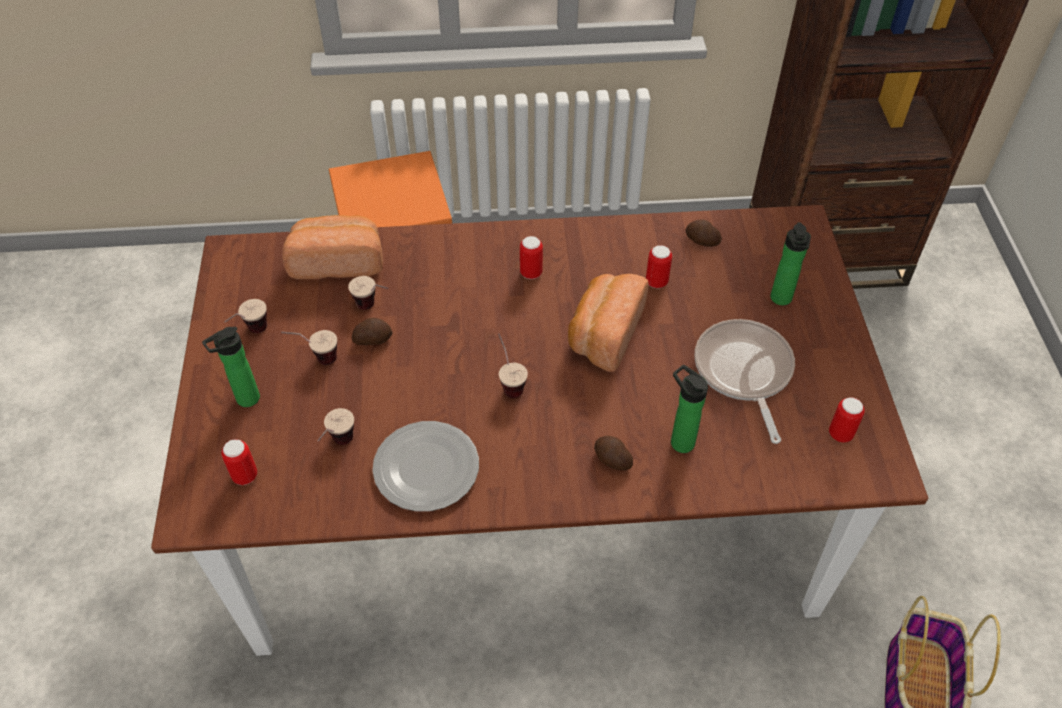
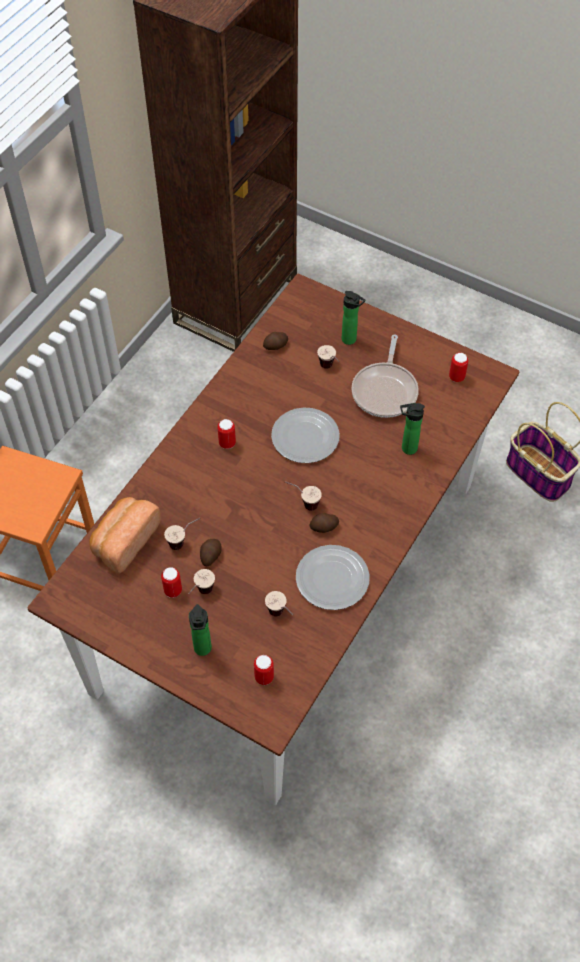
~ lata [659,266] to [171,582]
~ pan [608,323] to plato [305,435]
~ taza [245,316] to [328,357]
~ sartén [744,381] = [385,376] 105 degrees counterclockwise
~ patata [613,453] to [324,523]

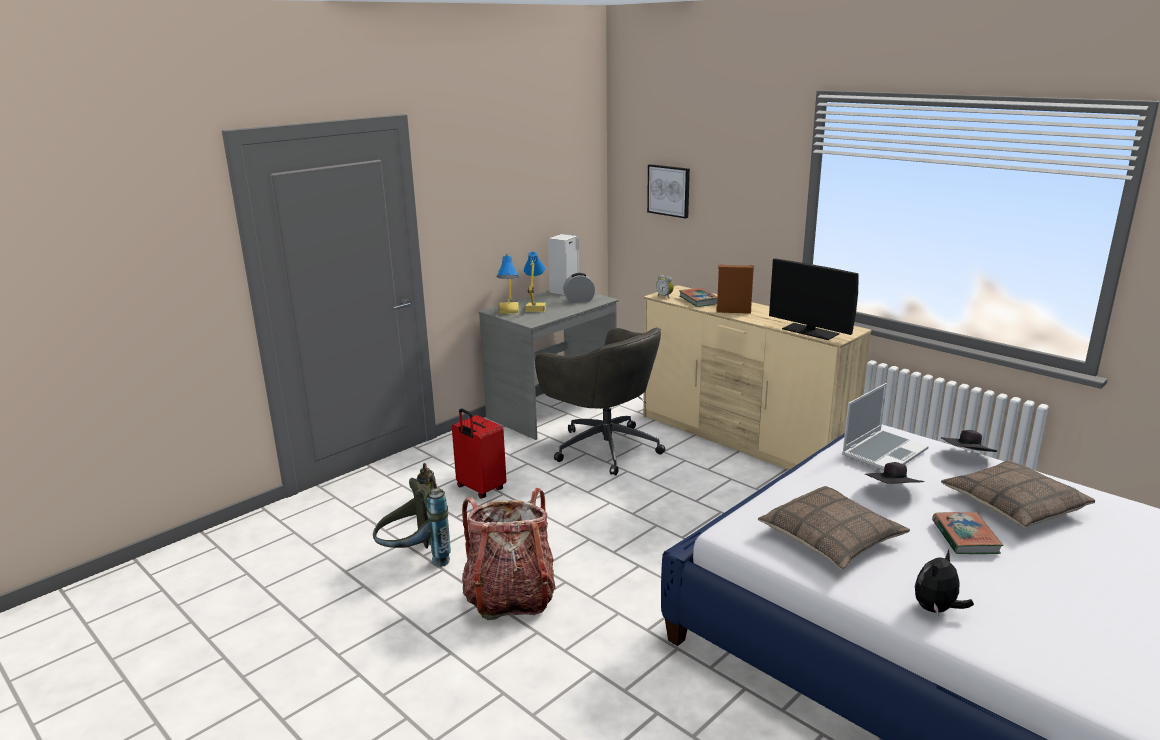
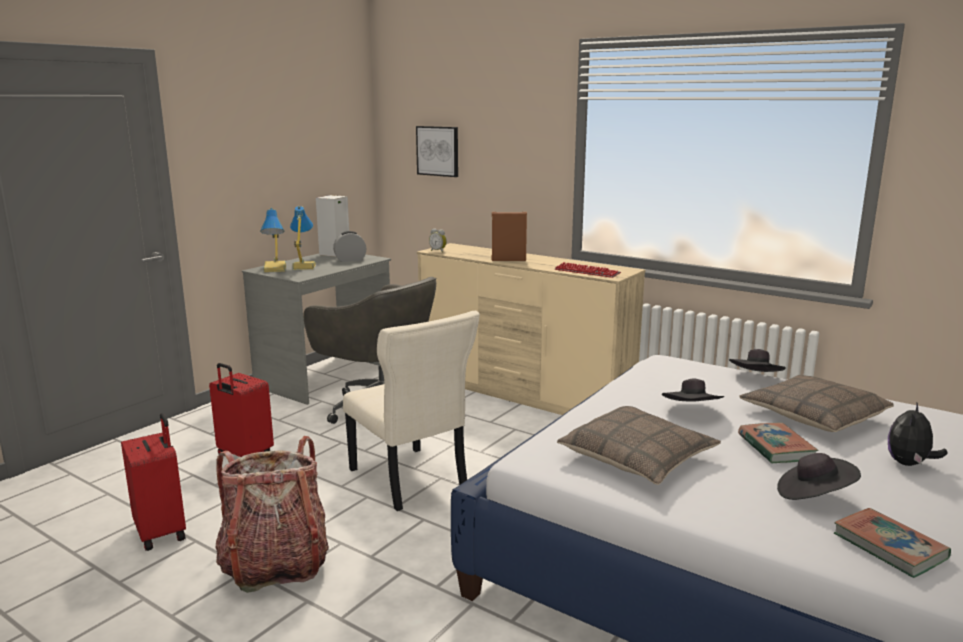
~ monitor [814,299] to teclado [588,270]
~ libro [698,297] to [892,543]
- portátil [885,426]
~ mochila (gris) [412,515] to maleta (rojo) [153,482]
~ peluche [944,581] to [917,434]
+ silla (beis) [411,411]
+ sombrero (negro) [819,476]

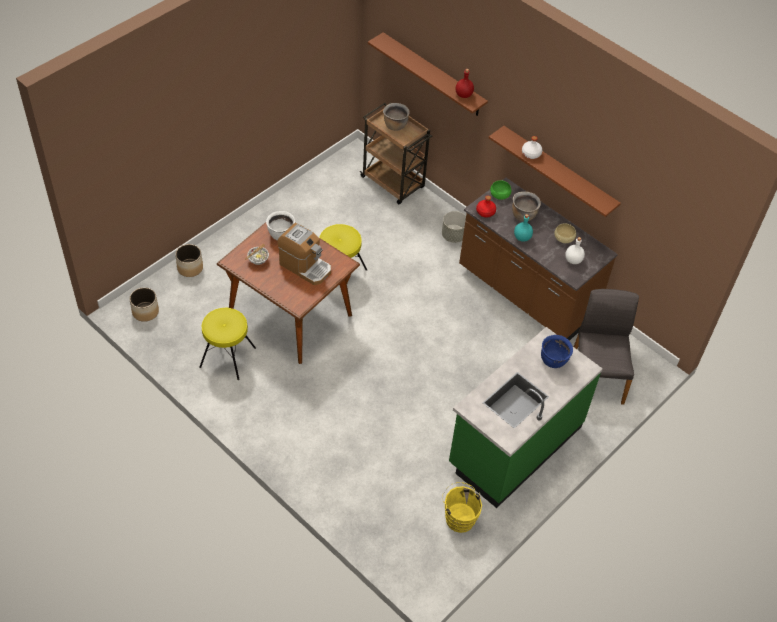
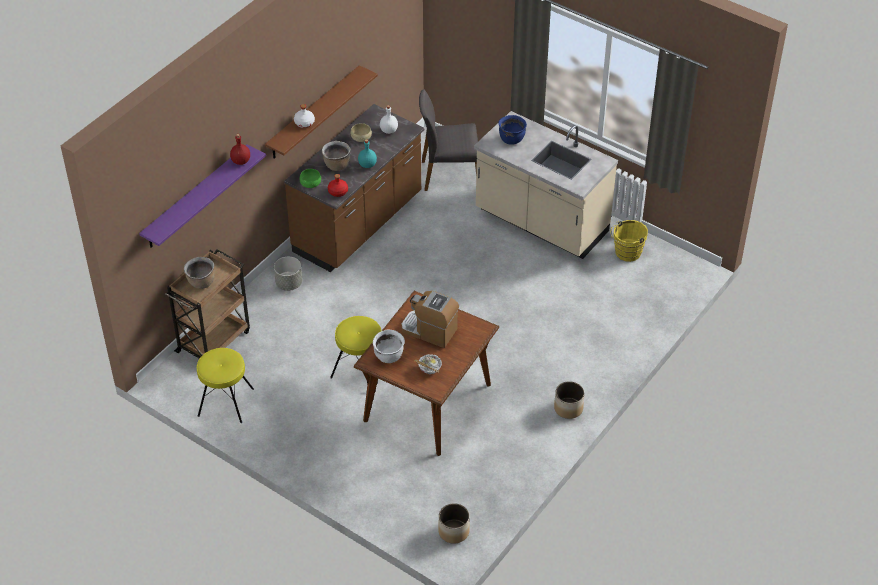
~ estante (marrón) [428,74] to estante (morado) [202,196]
~ cafetera [304,254] = [430,319] 90 degrees counterclockwise
~ maceta [189,260] to [569,400]
~ taburete (amarillo) [227,344] to [225,385]
~ mueble bajo de cocina (verde) [526,417] to mueble bajo de cocina (beis) [546,185]

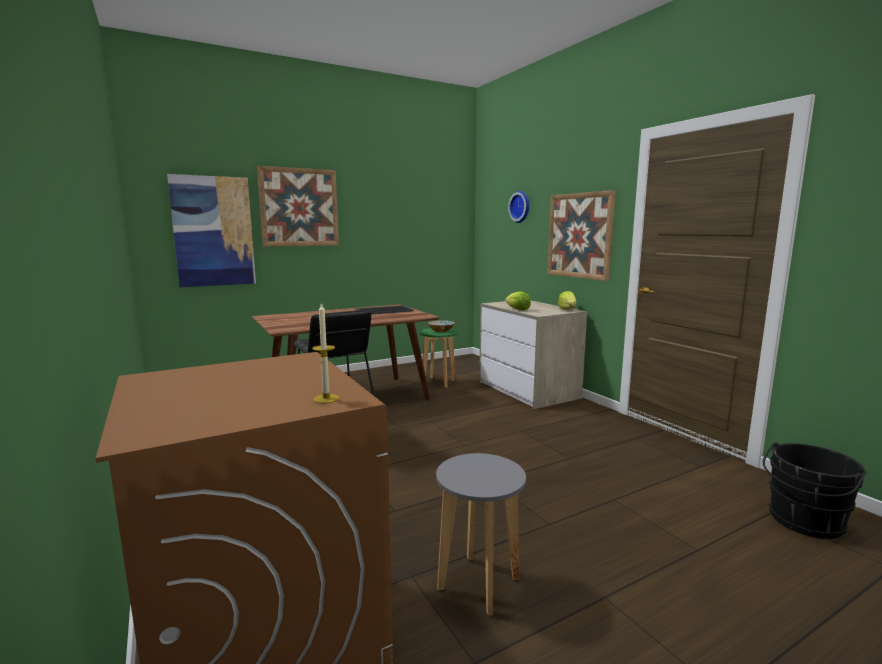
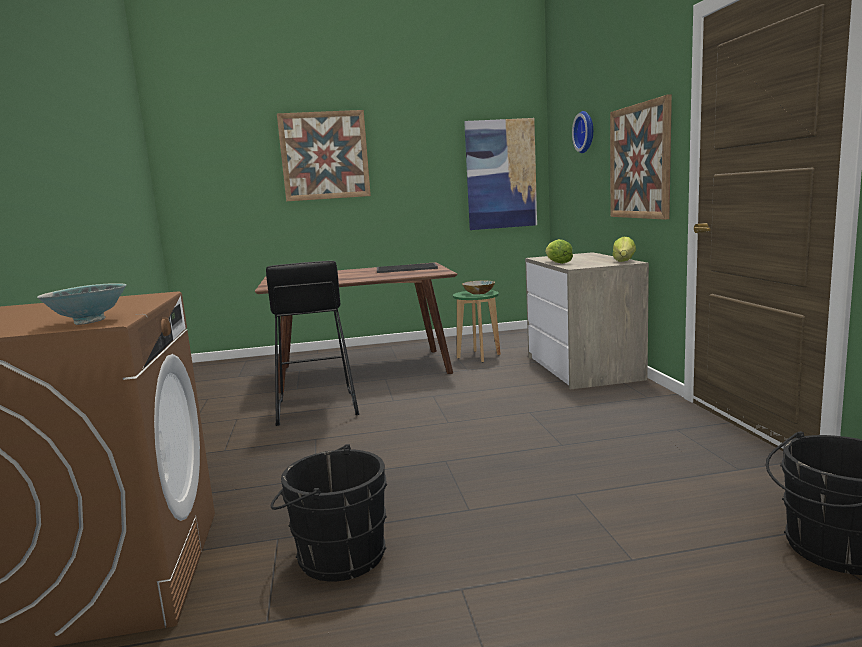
~ cuadro [211,230] to [500,174]
~ vela [325,352] to cuenco [81,304]
~ taburete (gris) [481,534] to cubo (negro) [328,513]

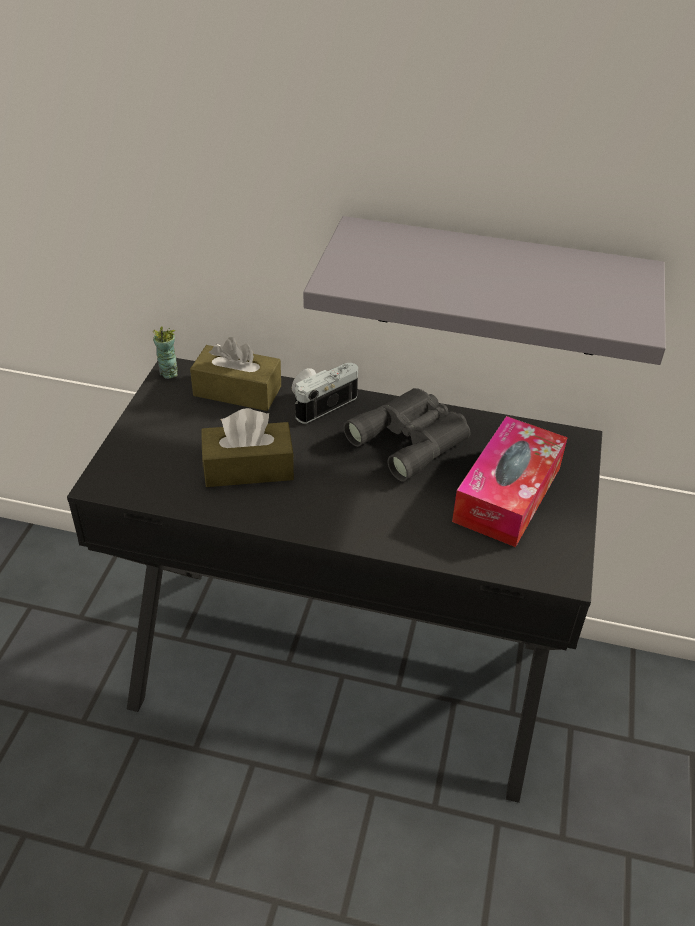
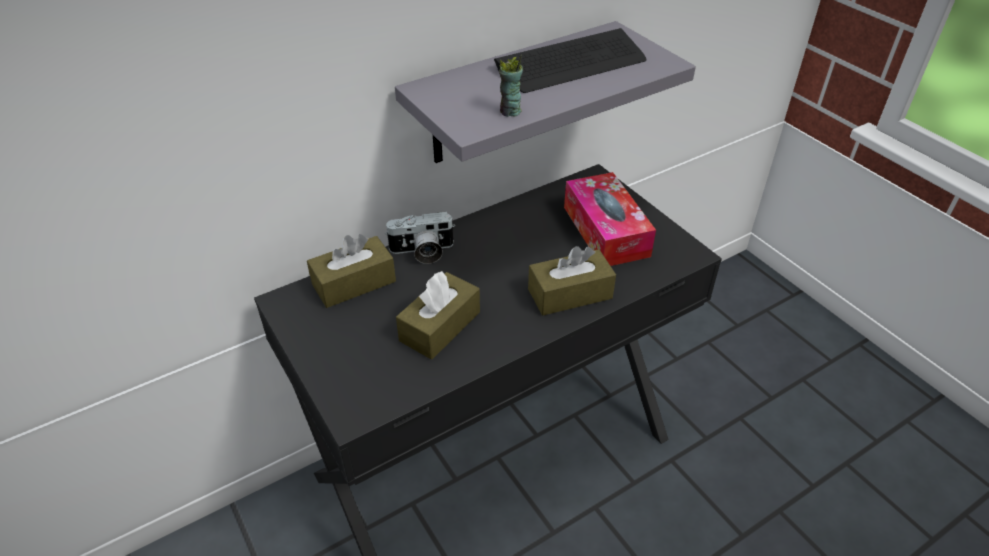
~ taza [165,352] to [511,86]
~ cámara [325,393] = [420,238] 105 degrees counterclockwise
- prismáticos (gris) [406,434]
+ teclado [570,60]
+ caja de pañuelos (marrón) [572,280]

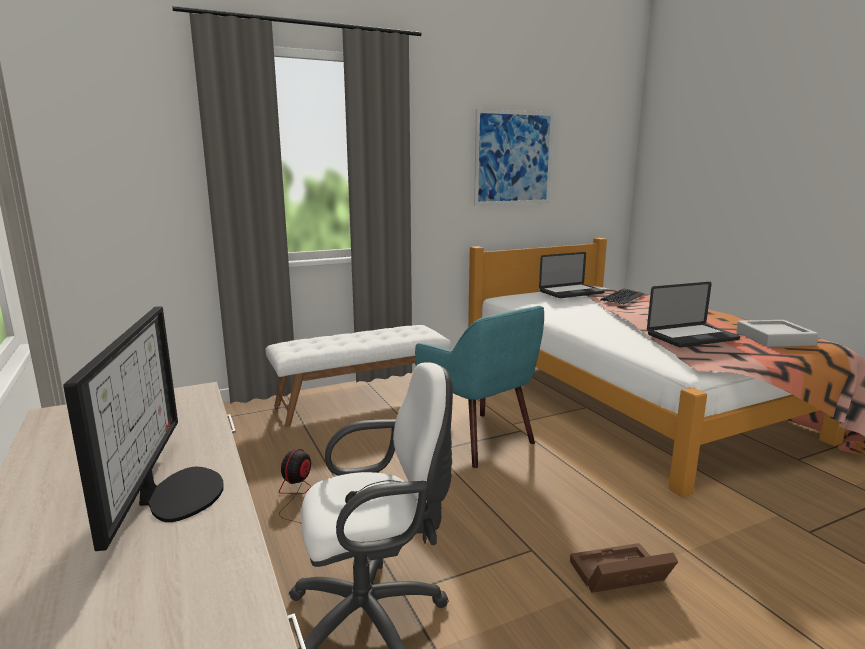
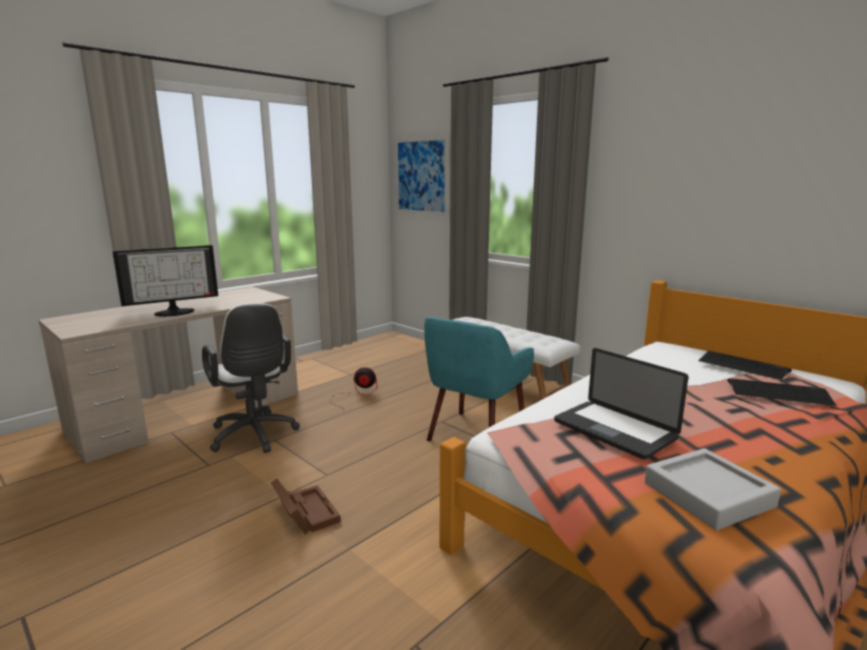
~ cuadro [514,157] to [422,176]
~ portátil [572,275] to teclado [745,365]

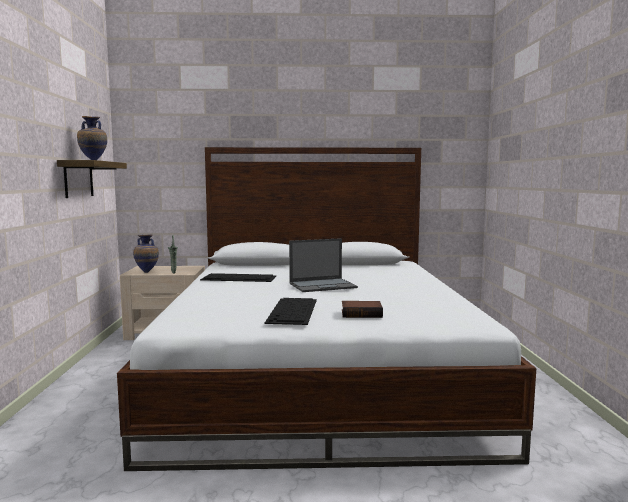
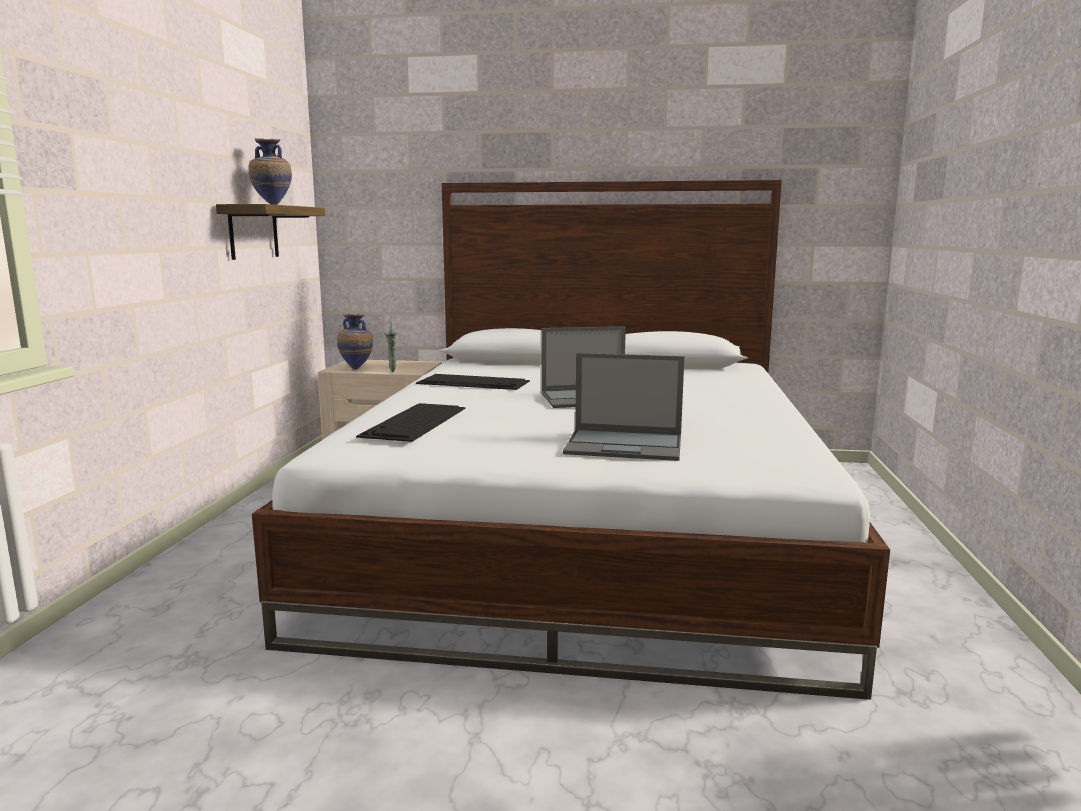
~ teclado [291,311] to [410,422]
~ libro [362,309] to portátil [623,407]

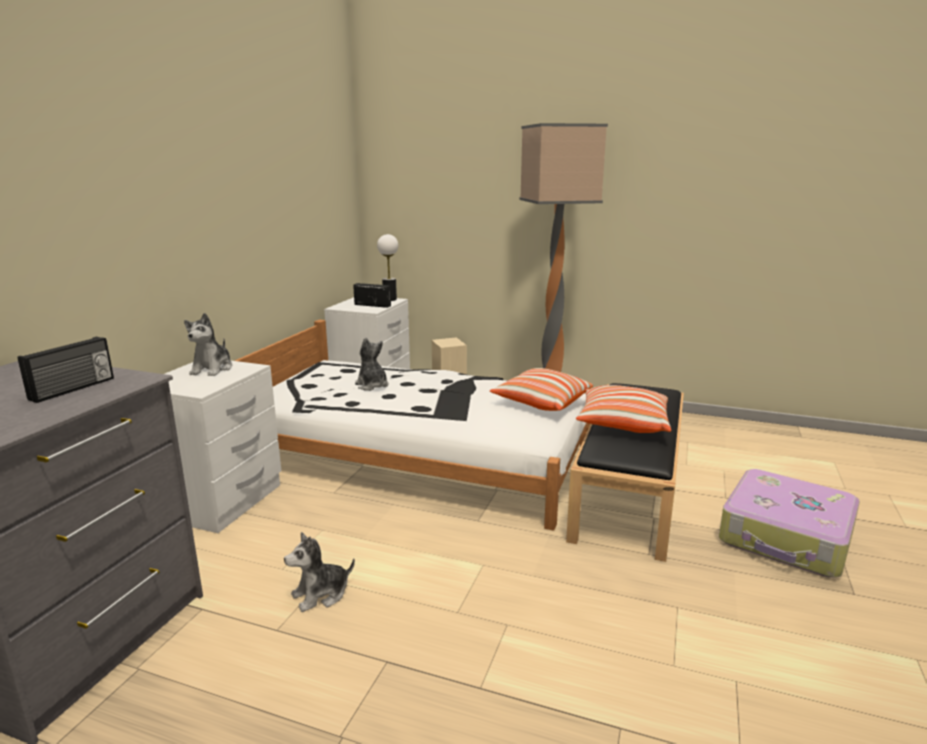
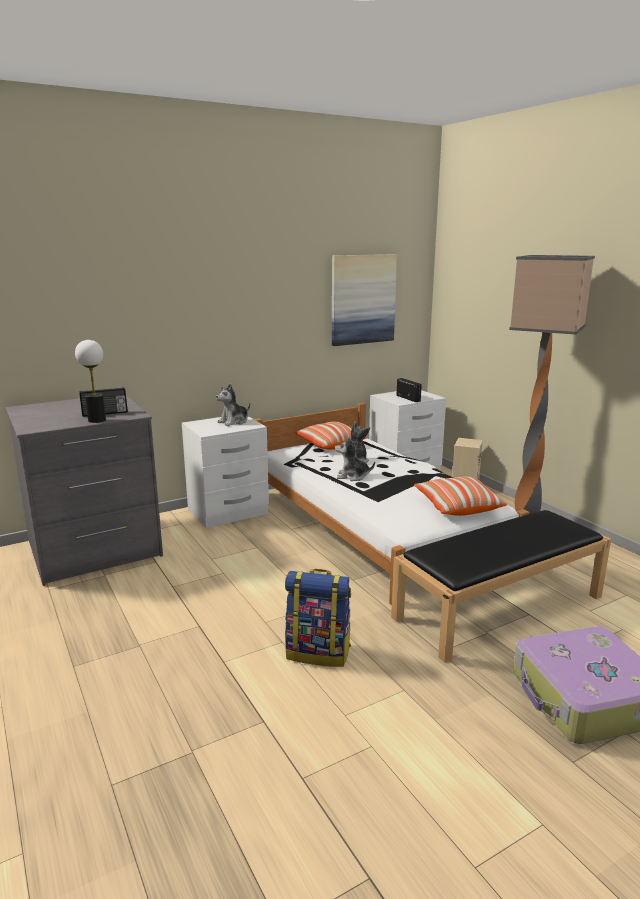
~ lámpara de mesa [387,267] to [90,381]
~ cojín [623,409] to [330,435]
~ peluche [319,572] to [355,459]
+ cuadro [364,300]
+ mochila [318,618]

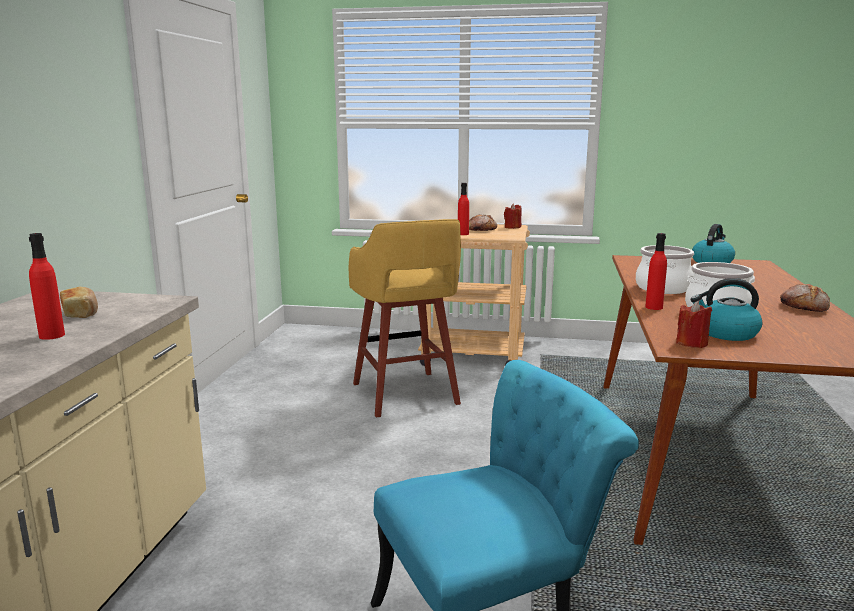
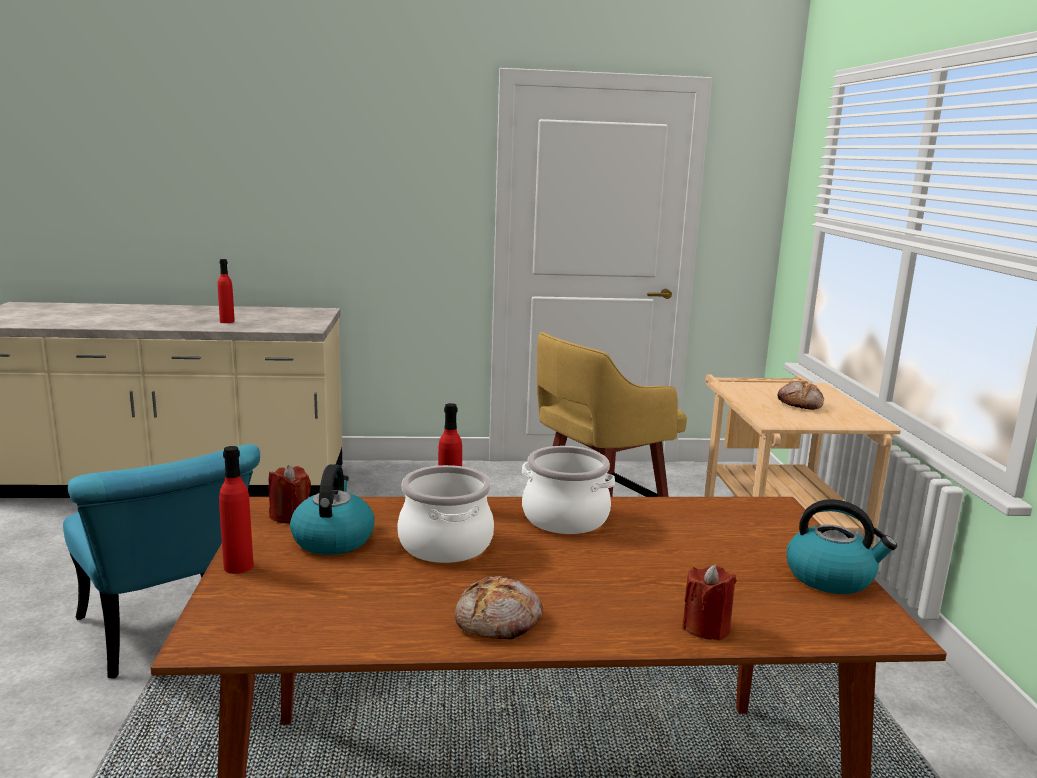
~ botella (rojo) [463,209] to [236,510]
~ vela (rojo) [513,216] to [709,602]
- pan [79,302]

